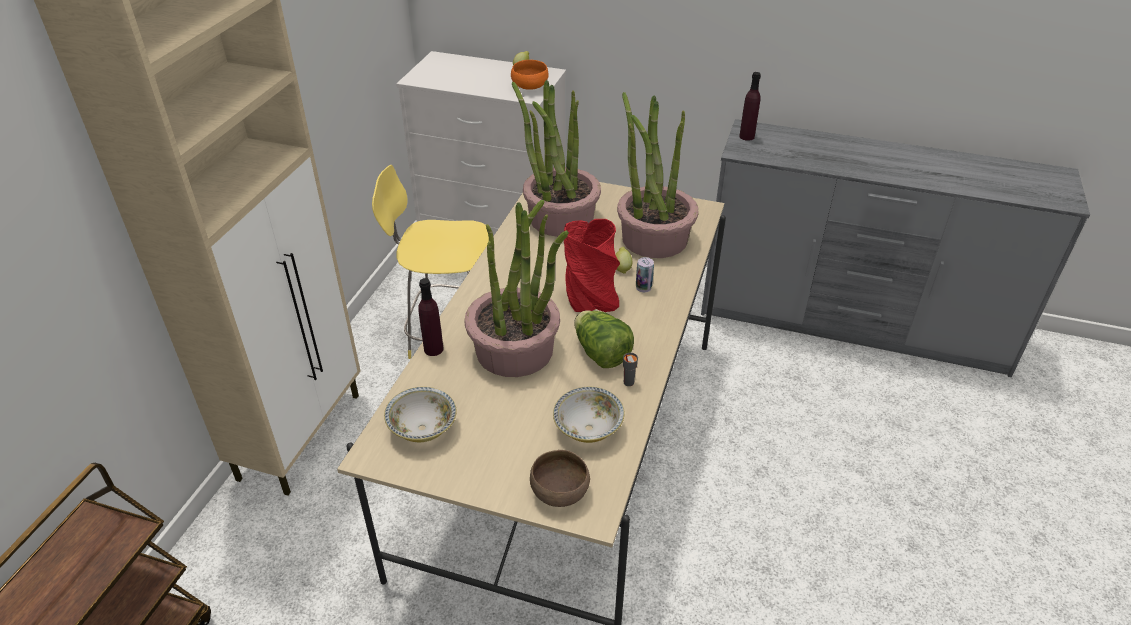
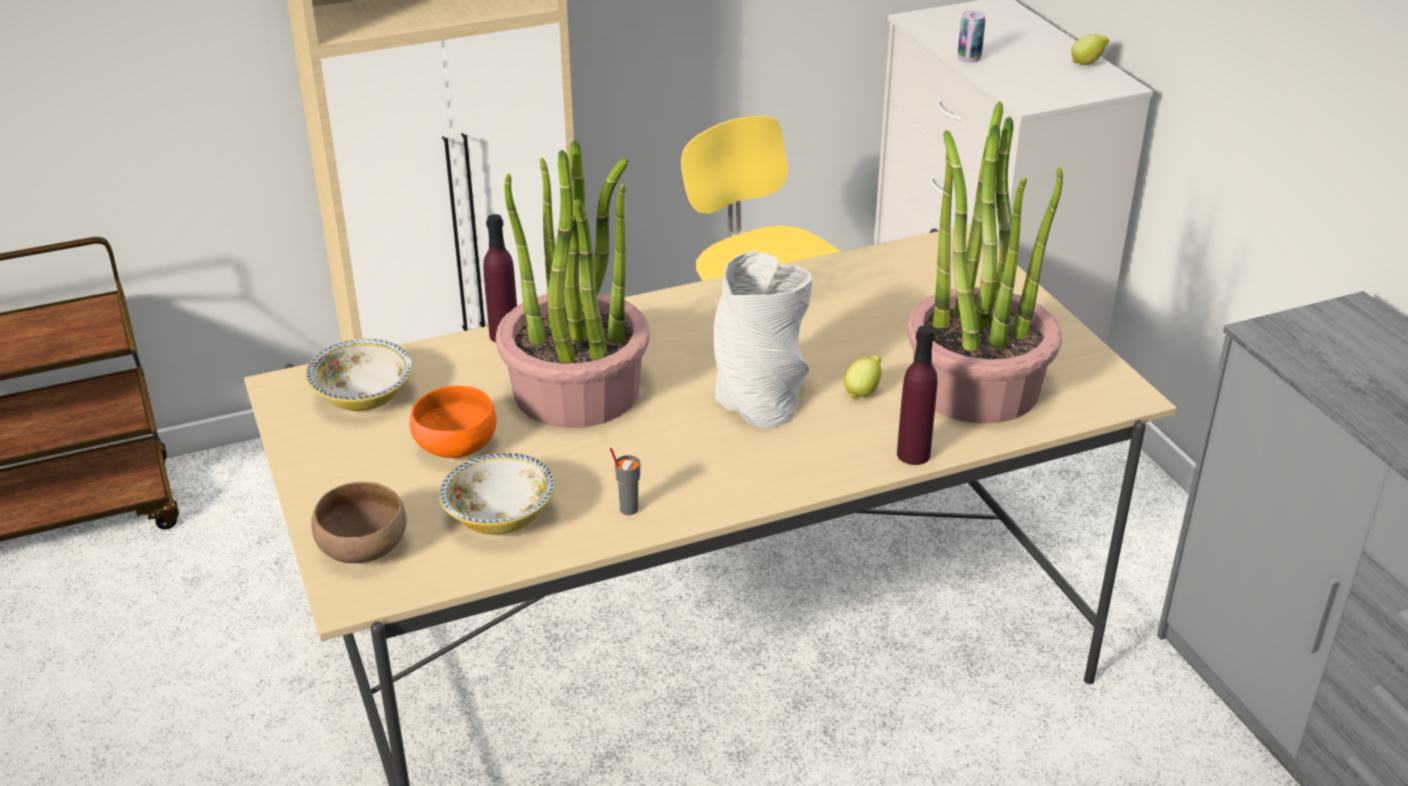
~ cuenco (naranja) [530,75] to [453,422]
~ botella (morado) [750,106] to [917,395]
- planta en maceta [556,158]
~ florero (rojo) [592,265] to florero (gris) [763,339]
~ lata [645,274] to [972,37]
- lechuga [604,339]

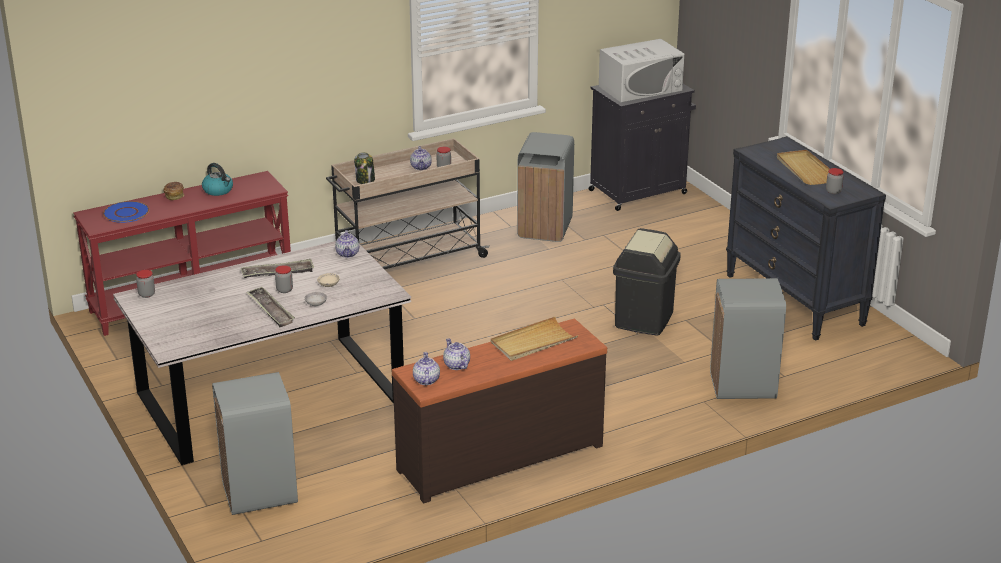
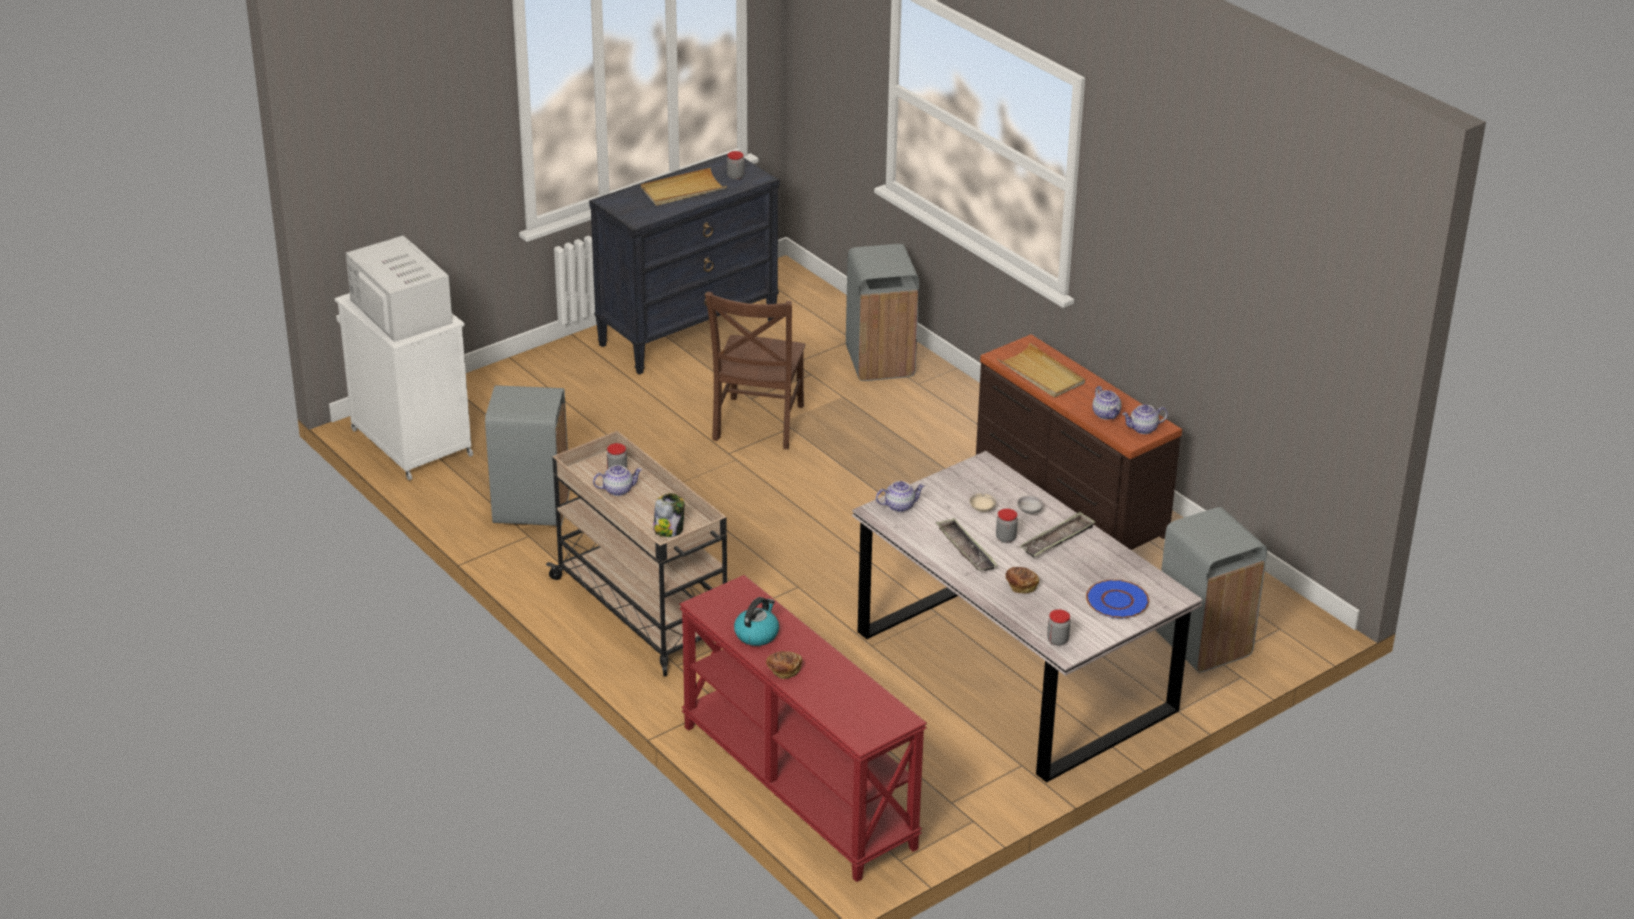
~ armario (negro) [642,147] to armario (blanco) [404,386]
~ plato (azul) [126,212] to [1117,599]
~ papelera (negro) [647,282] to silla (marrón) [755,370]
~ tetera [456,354] = [1106,403] 75 degrees counterclockwise
+ pan [1022,580]

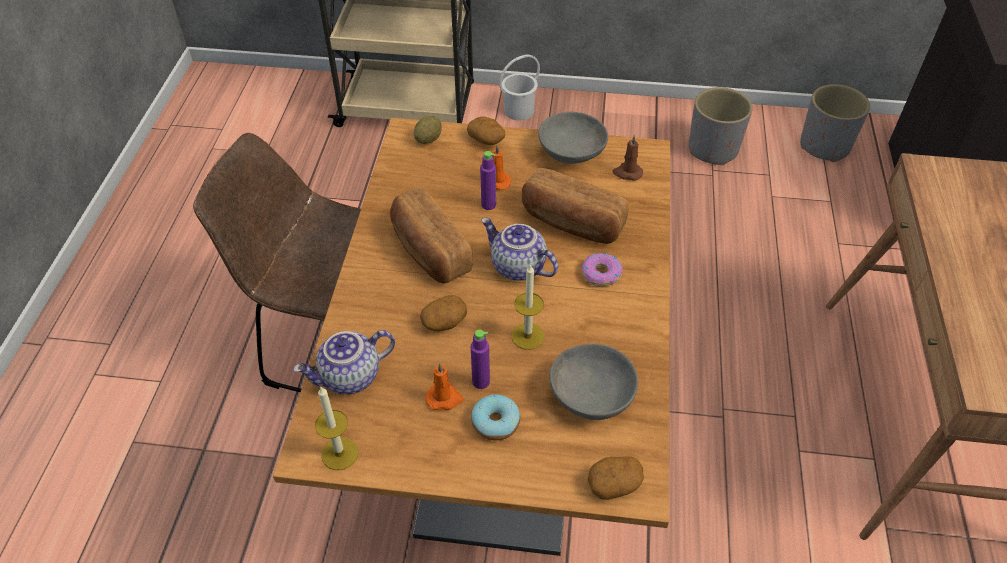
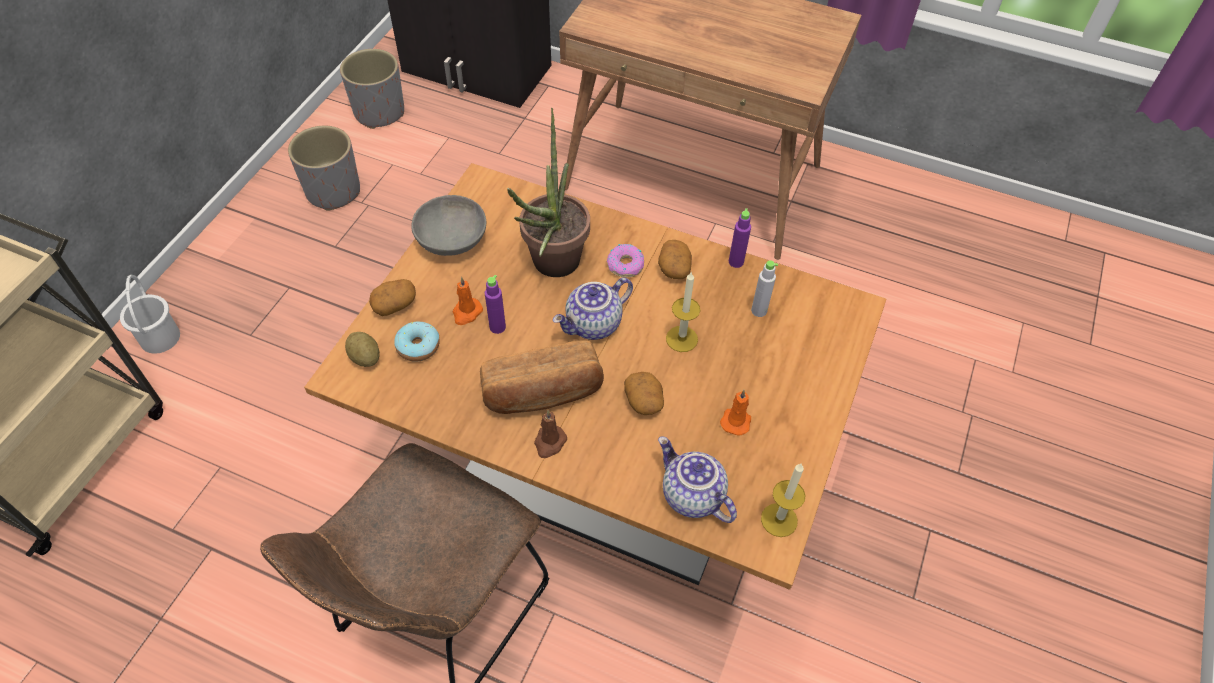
~ vela (marrón) [627,157] to [550,434]
~ pan [575,206] to planta en maceta [548,192]
~ tetera [344,362] = [697,479] 150 degrees clockwise
~ botella (morado) [480,359] to [740,238]
~ cuenco (gris) [593,382] to botella (gris) [764,288]
~ rosquilla [495,417] to [417,341]
~ patata [616,478] to [675,259]

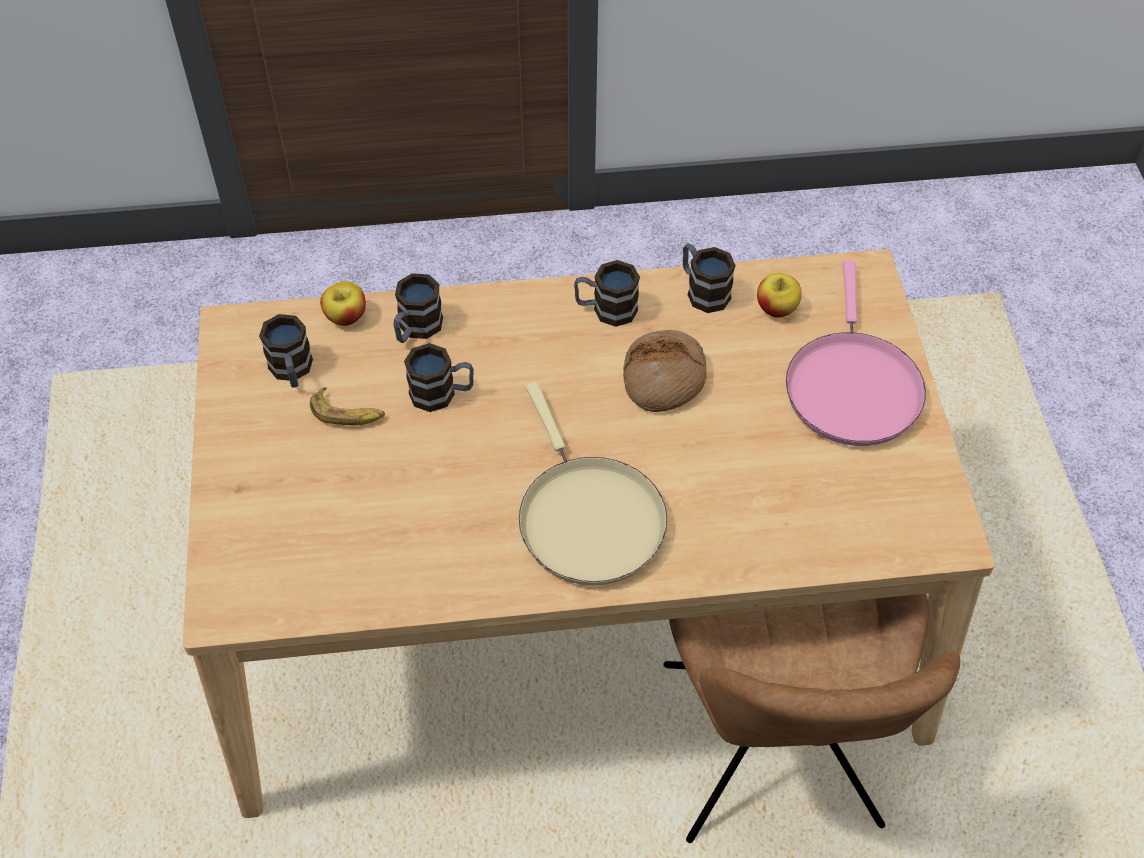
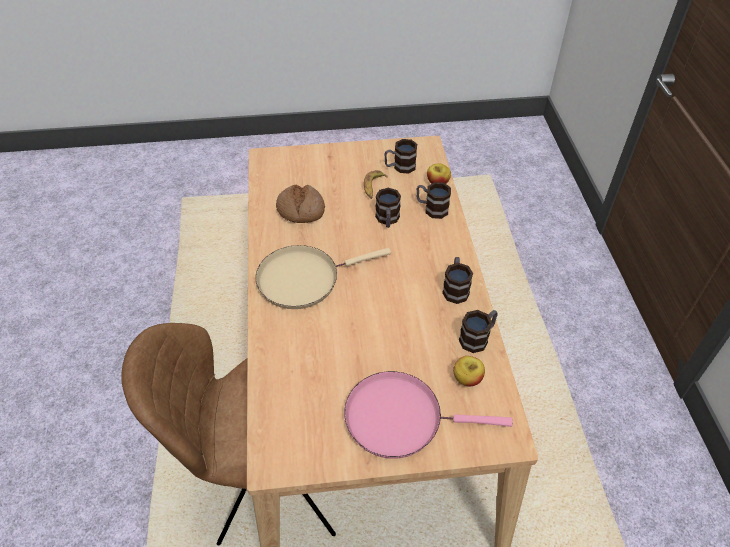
~ pan [665,371] to [300,204]

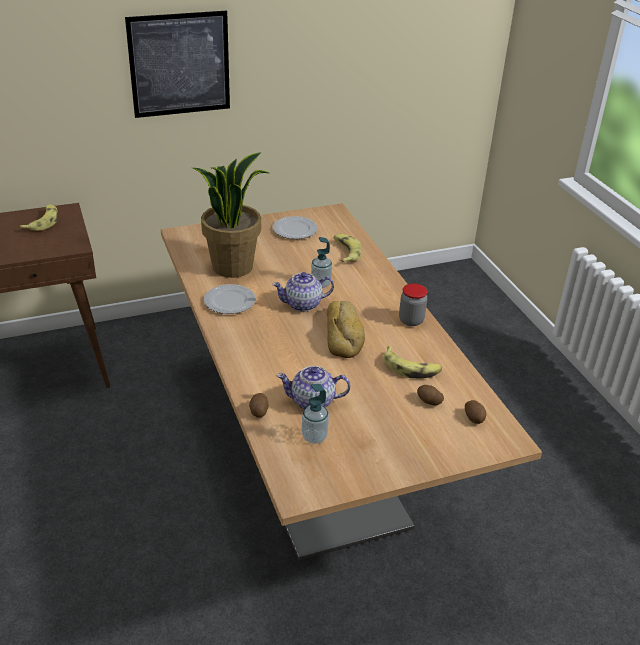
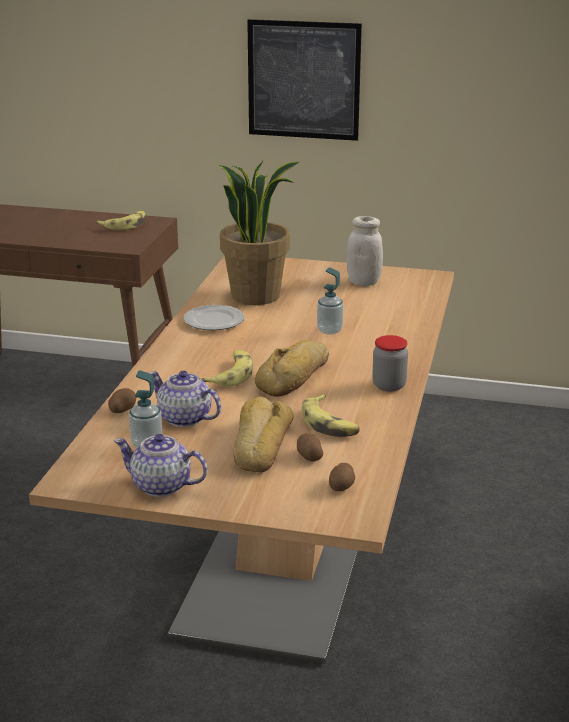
~ plato [295,227] to tarro (blanco) [365,251]
~ plátano [347,248] to [227,368]
~ tetera [303,292] to [161,465]
+ pan [263,434]

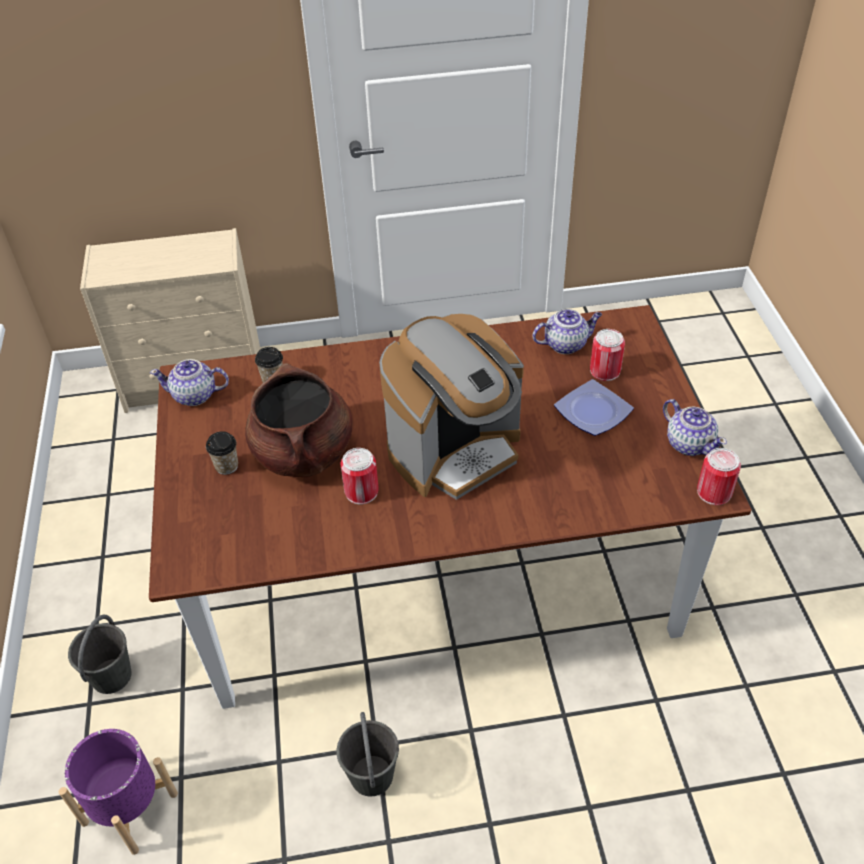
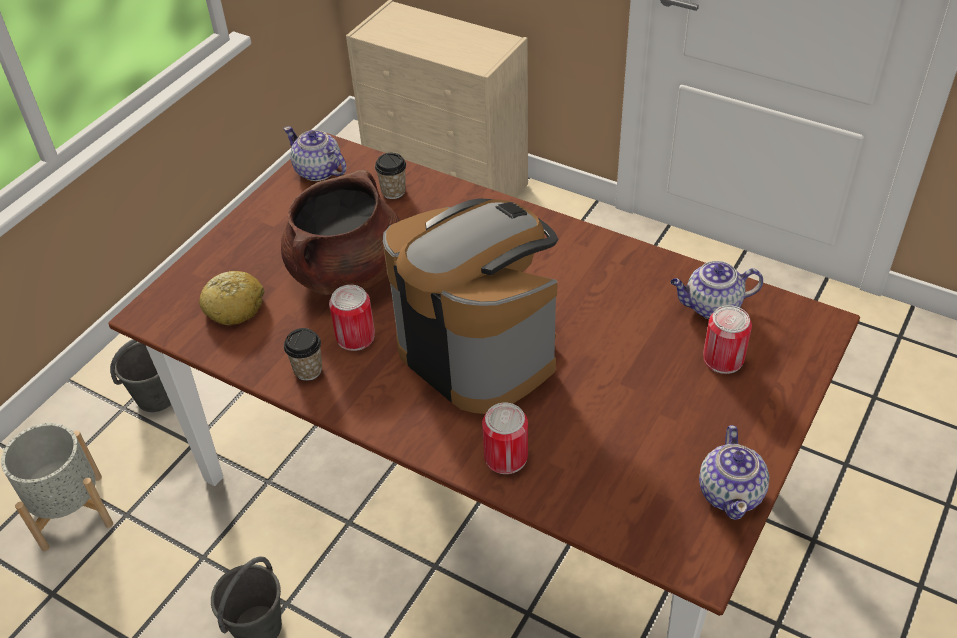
~ tetera [567,331] = [716,290] 150 degrees clockwise
~ cafetera [451,407] = [470,306] 135 degrees counterclockwise
- plato [594,407]
~ taza [222,453] to [303,354]
~ lata [719,476] to [505,438]
~ maceta (morado) [118,792] to maceta (gris) [57,487]
+ pan [232,298]

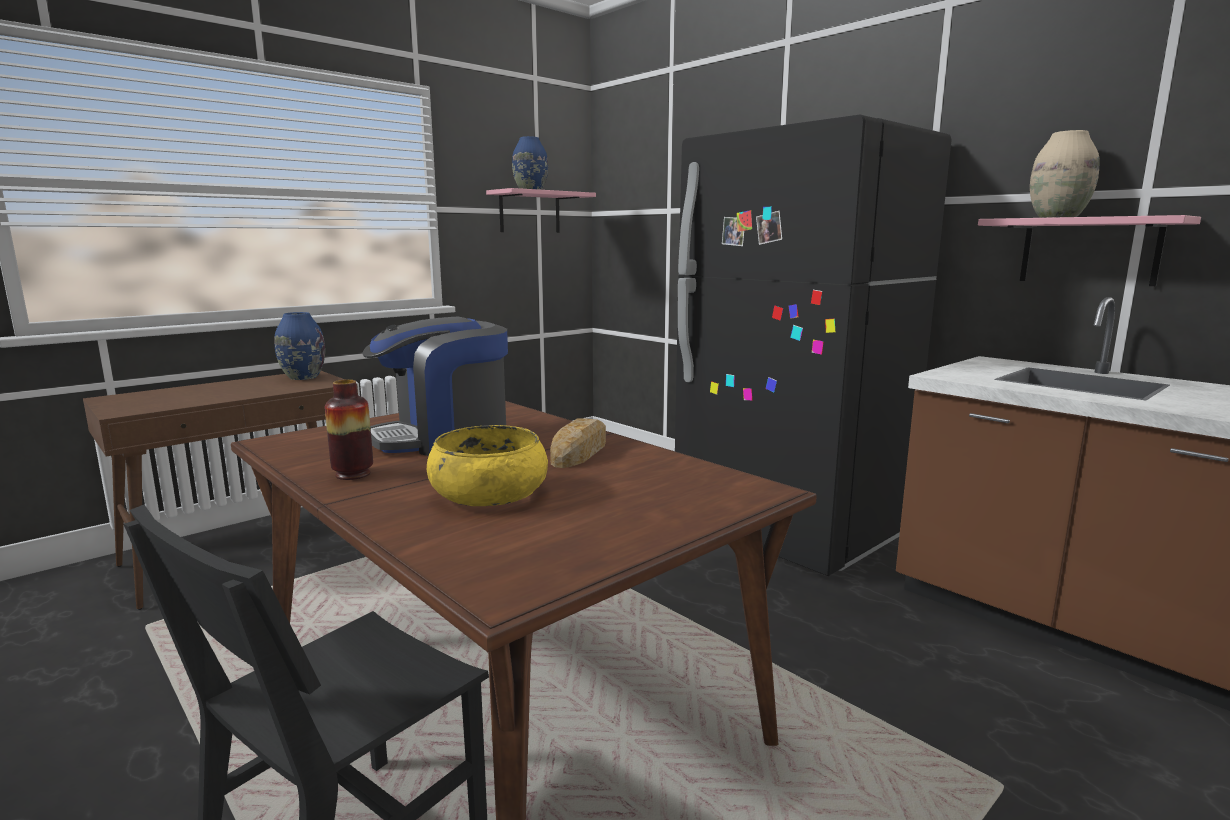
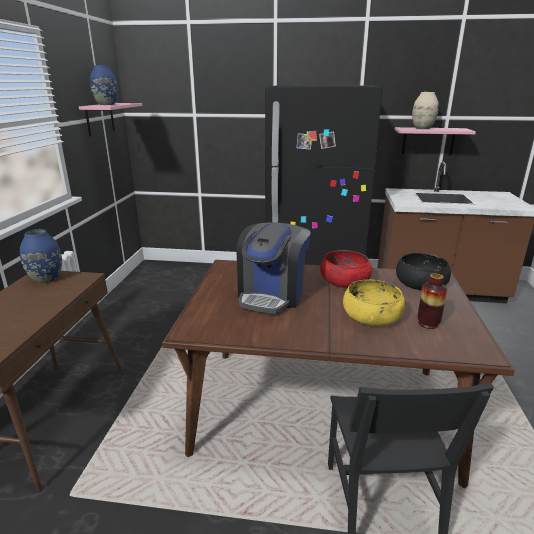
~ florero [349,430] to [432,301]
~ pan [578,443] to cuenco (rojo) [346,269]
+ cuenco (negro) [423,271]

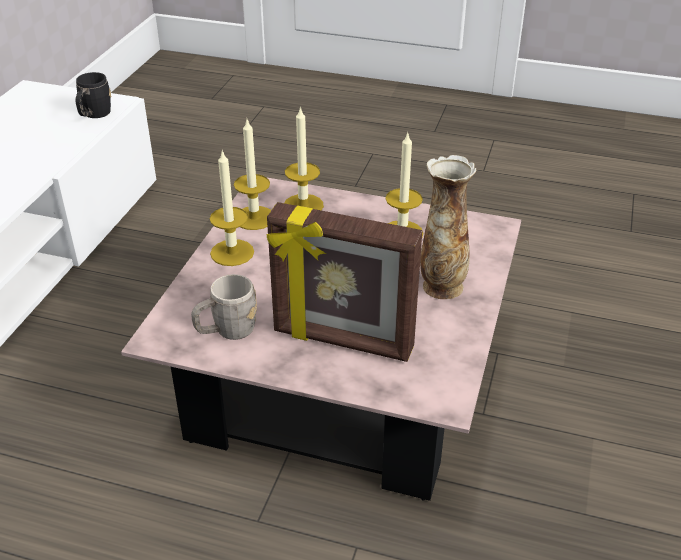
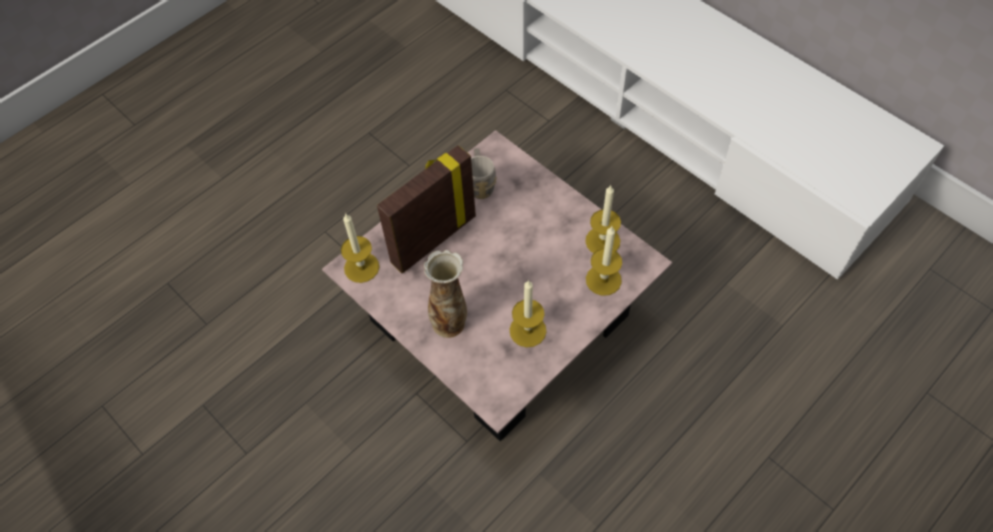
- taza grande (negro) [93,95]
~ vela [232,208] to [360,248]

